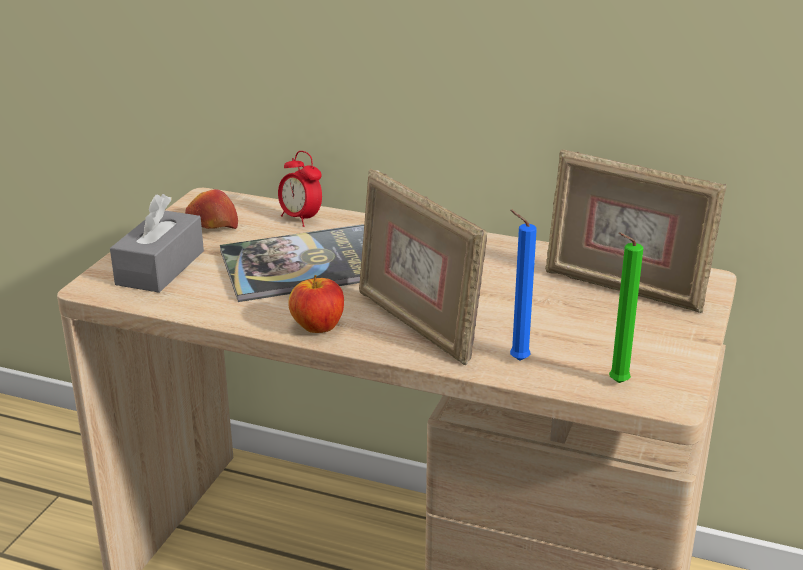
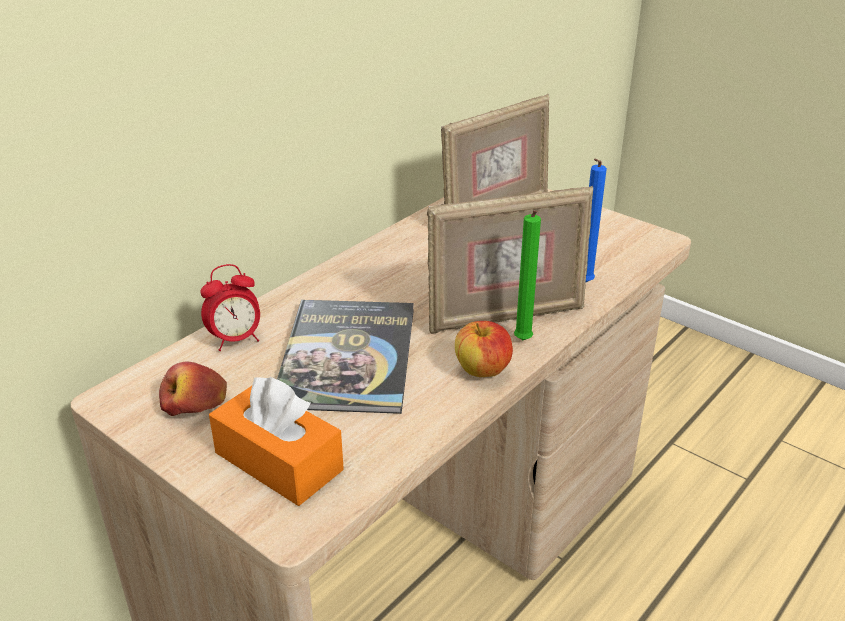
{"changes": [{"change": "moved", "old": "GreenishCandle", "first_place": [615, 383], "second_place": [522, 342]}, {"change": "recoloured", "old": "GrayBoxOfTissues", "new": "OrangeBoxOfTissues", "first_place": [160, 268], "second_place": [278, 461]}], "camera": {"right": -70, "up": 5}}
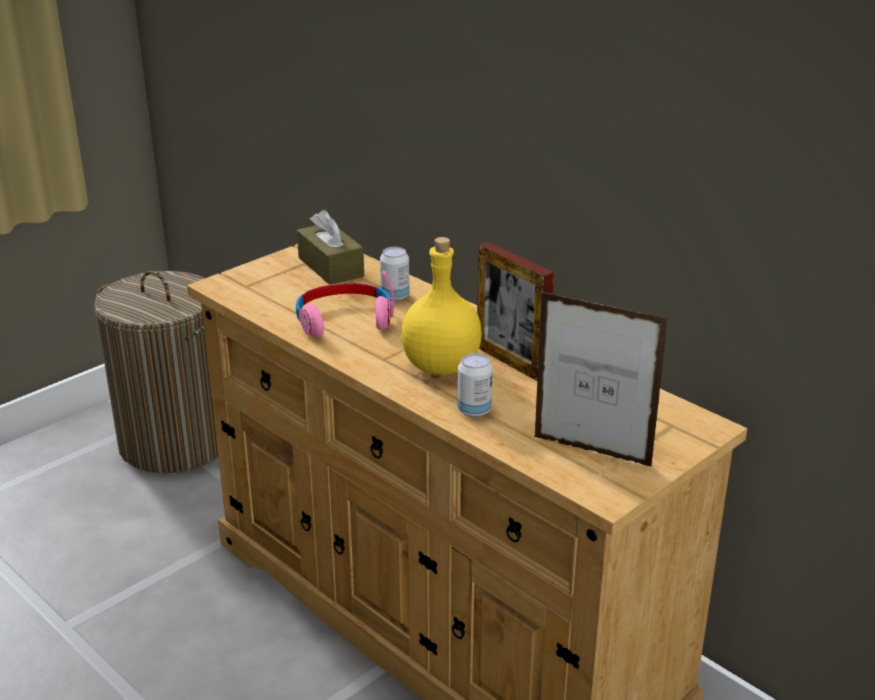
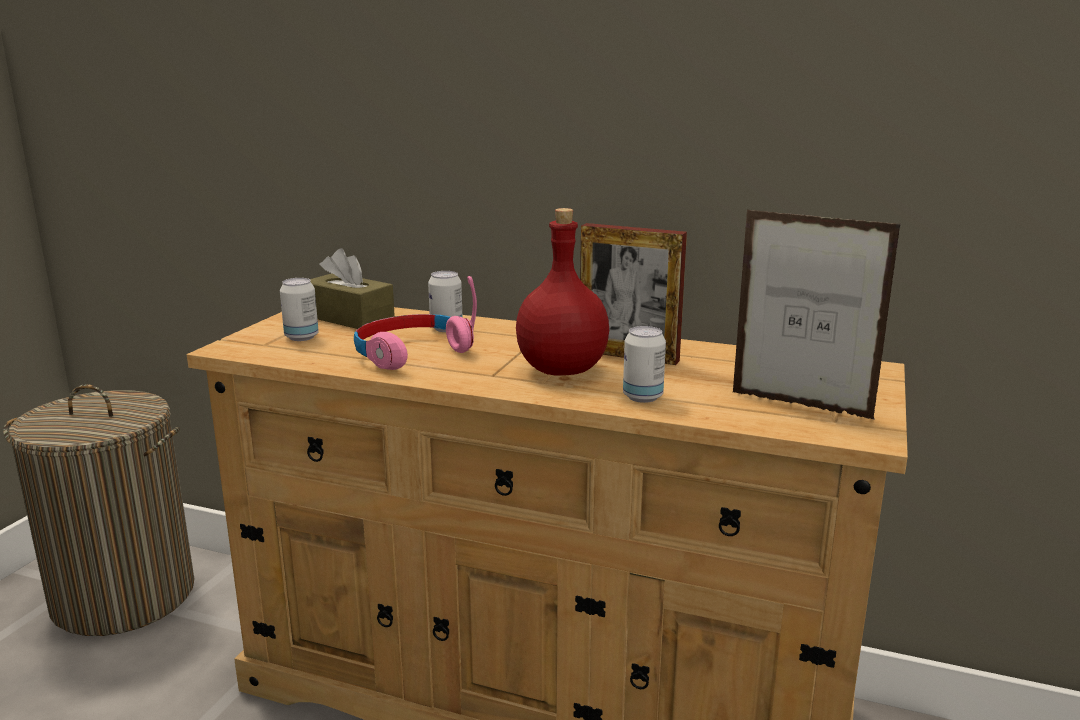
{"changes": [{"change": "added", "new": "SealedCan", "second_place": [301, 337]}, {"change": "recoloured", "old": "YellowBeverageBottle", "new": "RedBeverageBottle", "first_place": [442, 366], "second_place": [563, 370]}, {"change": "turned", "old": "PhotoFrame", "first_place": [591, 451], "second_place": [801, 405], "degrees": -150}], "camera": {"right": -25, "up": -10}}
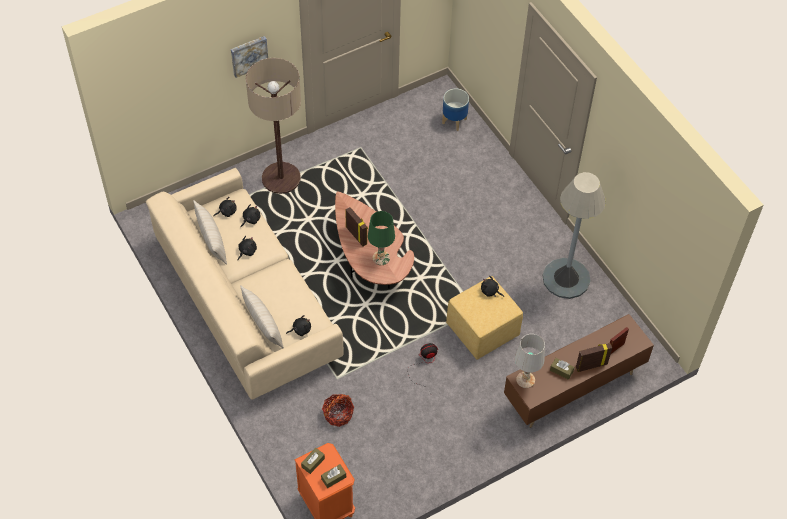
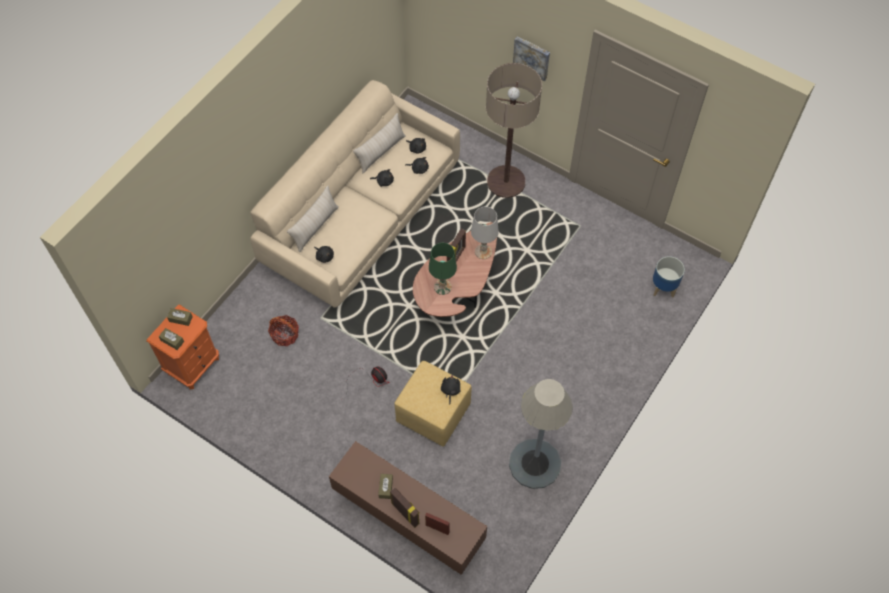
{"changes": [{"change": "moved", "old": "WhitishTabletopLamp", "first_place": [525, 380], "second_place": [483, 251]}], "camera": {"right": 65, "up": 5}}
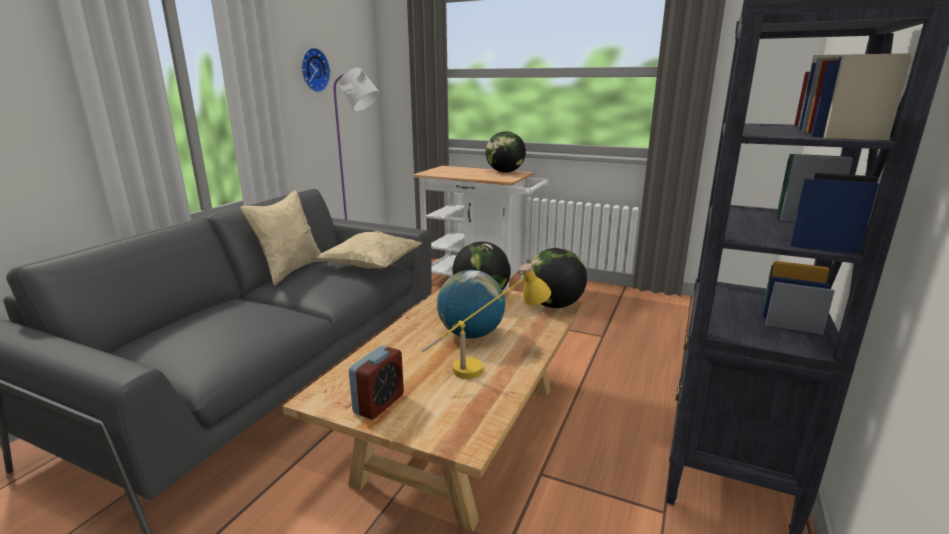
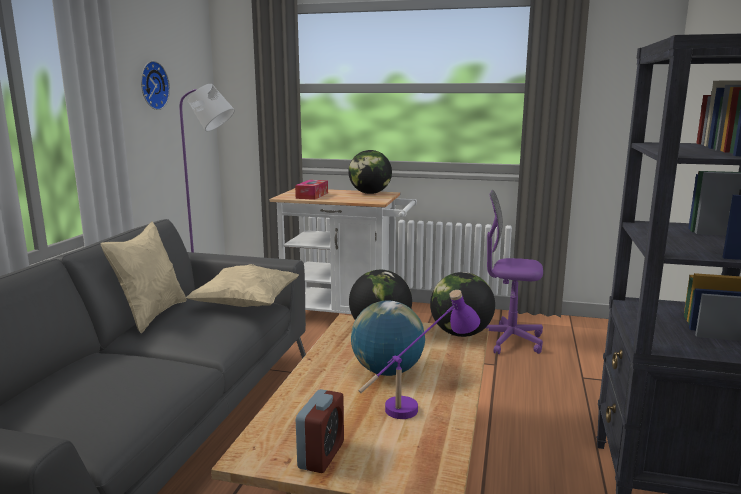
{"changes": [{"change": "added", "new": "BoxOfTissues", "second_place": [312, 195]}, {"change": "added", "new": "PurpleColouredDeskChair", "second_place": [509, 340]}, {"change": "recoloured", "old": "YellowTabletopLamp", "new": "PurpleColouredTabletopLamp", "first_place": [487, 365], "second_place": [419, 402]}], "camera": {"right": -10, "up": -5}}
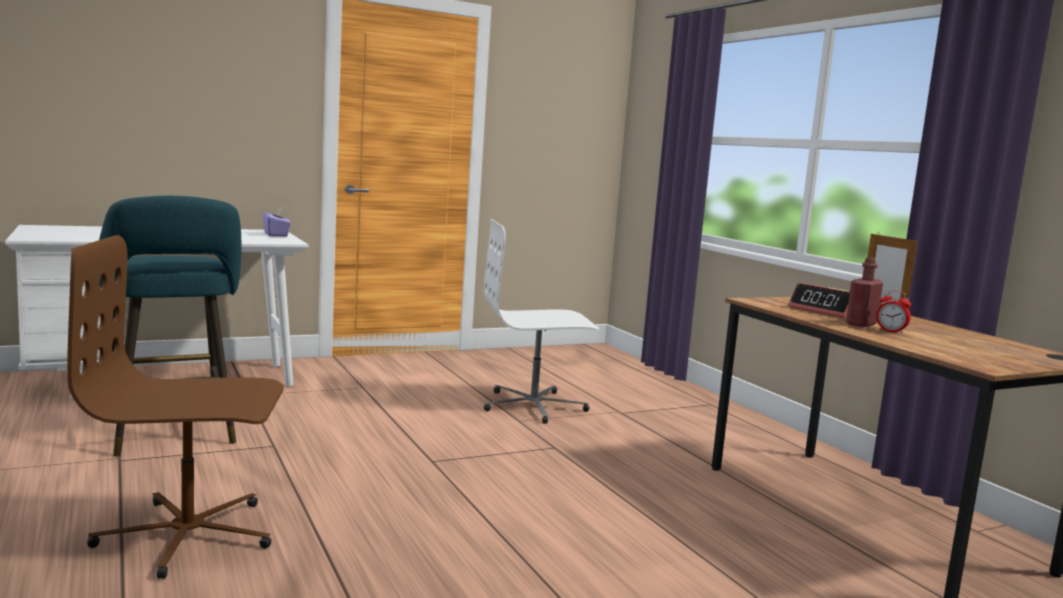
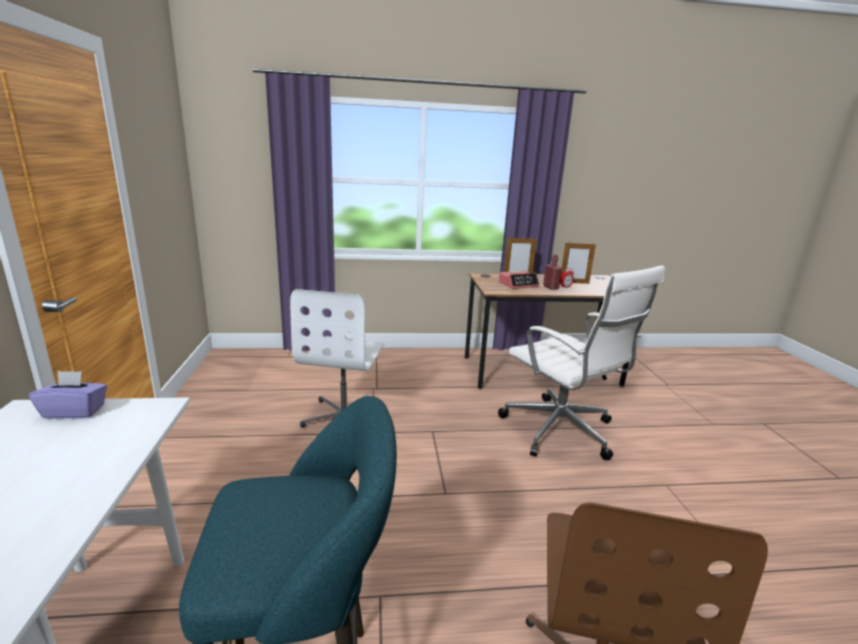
{"changes": [{"change": "added", "new": "WhitishDeskChair", "second_place": [561, 431]}, {"change": "added", "new": "PhotoFrame", "second_place": [574, 283]}], "camera": {"right": -70, "up": 10}}
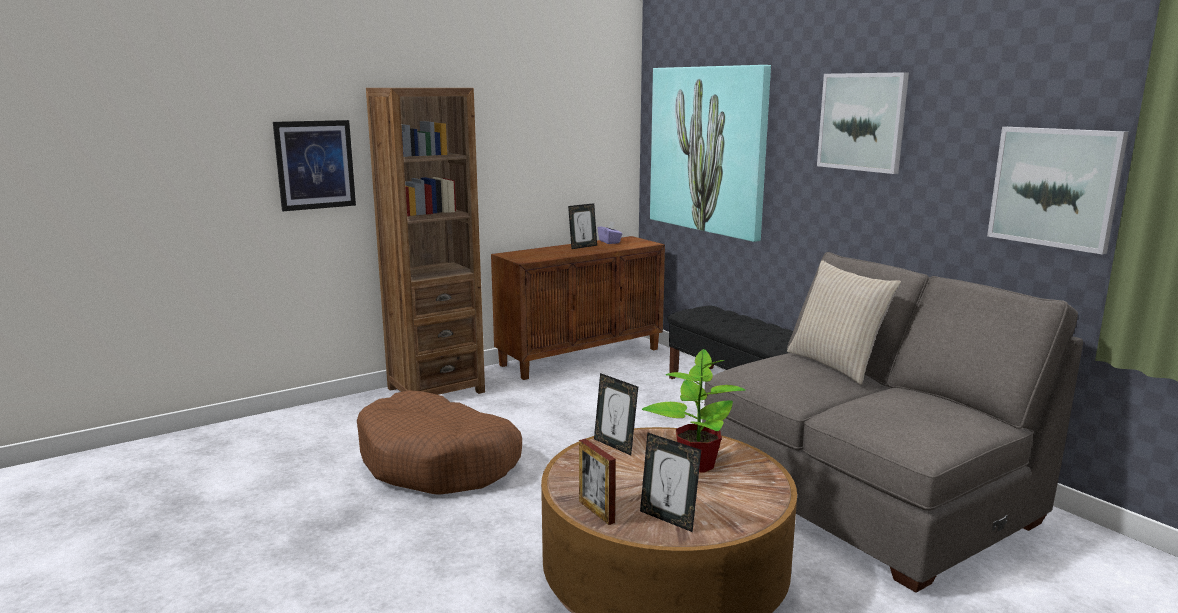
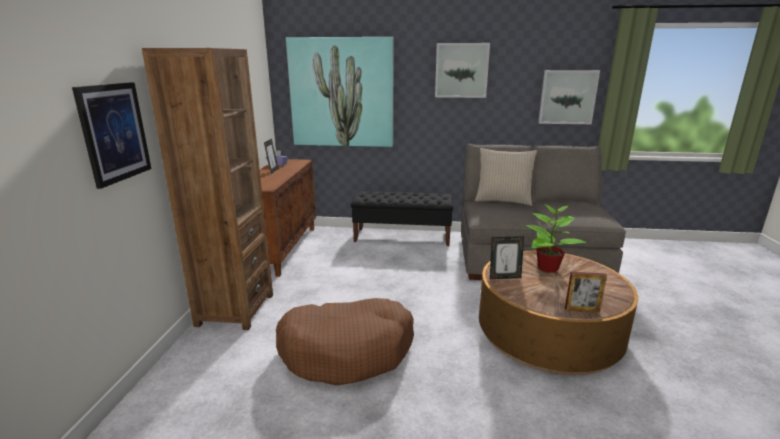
{"changes": [{"change": "removed", "old": "PhotoFrame", "first_place": [668, 519]}], "camera": {"right": -50, "up": 5}}
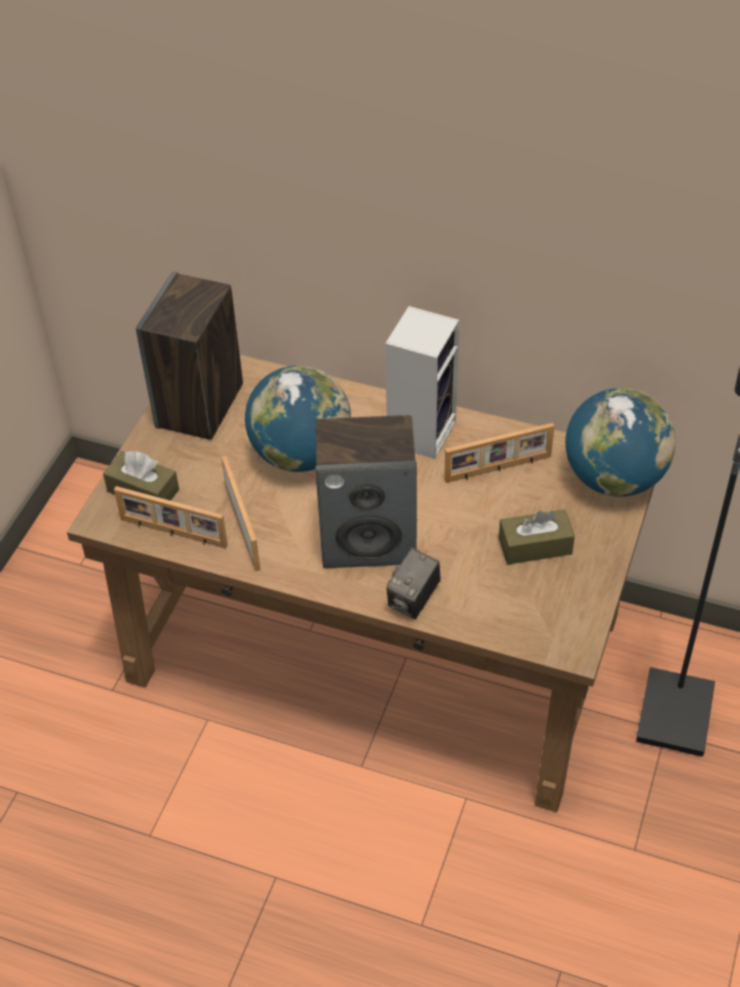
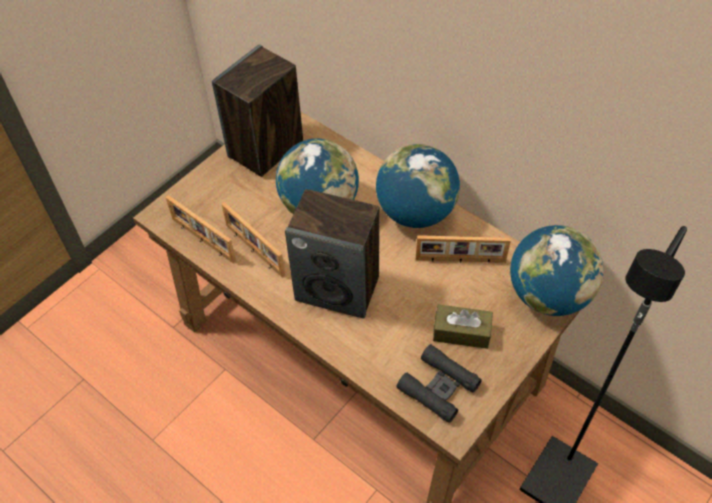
{"changes": [{"change": "removed", "old": "BrownColouredBoxOfTissues", "first_place": [143, 490]}, {"change": "removed", "old": "PhotoCamera", "first_place": [413, 600]}, {"change": "added", "new": "BlackishFieldGlasses", "second_place": [438, 387]}, {"change": "replaced", "old": "Loudspeaker", "new": "WorldGlobe", "first_place": [421, 430], "second_place": [415, 212]}, {"change": "turned", "old": "PhotoFrame", "first_place": [244, 527], "second_place": [254, 250], "degrees": 135}], "camera": {"right": 20, "up": 5}}
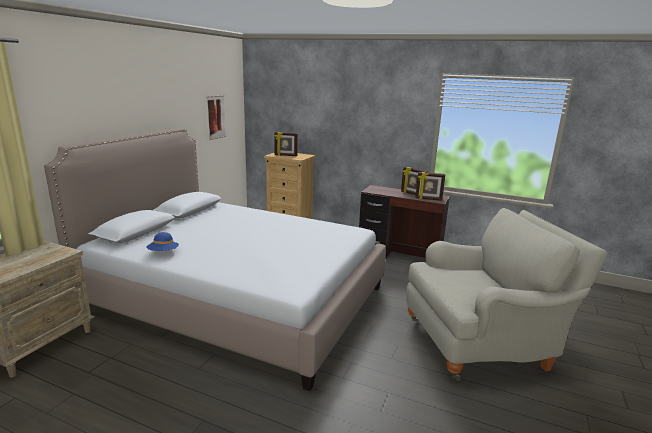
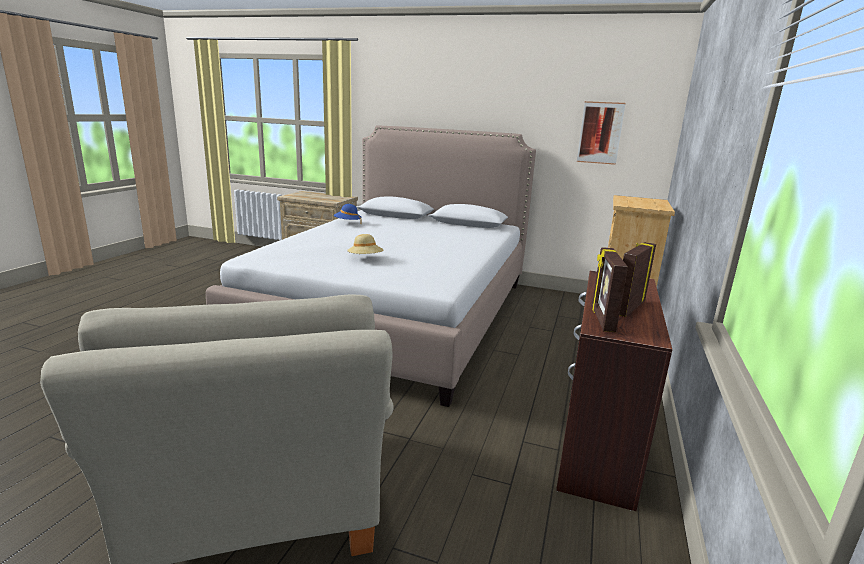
{"changes": [{"change": "removed", "old": "PhotoFrame", "first_place": [285, 155]}, {"change": "added", "new": "SandColouredHat", "second_place": [365, 258]}], "camera": {"right": 85, "up": 0}}
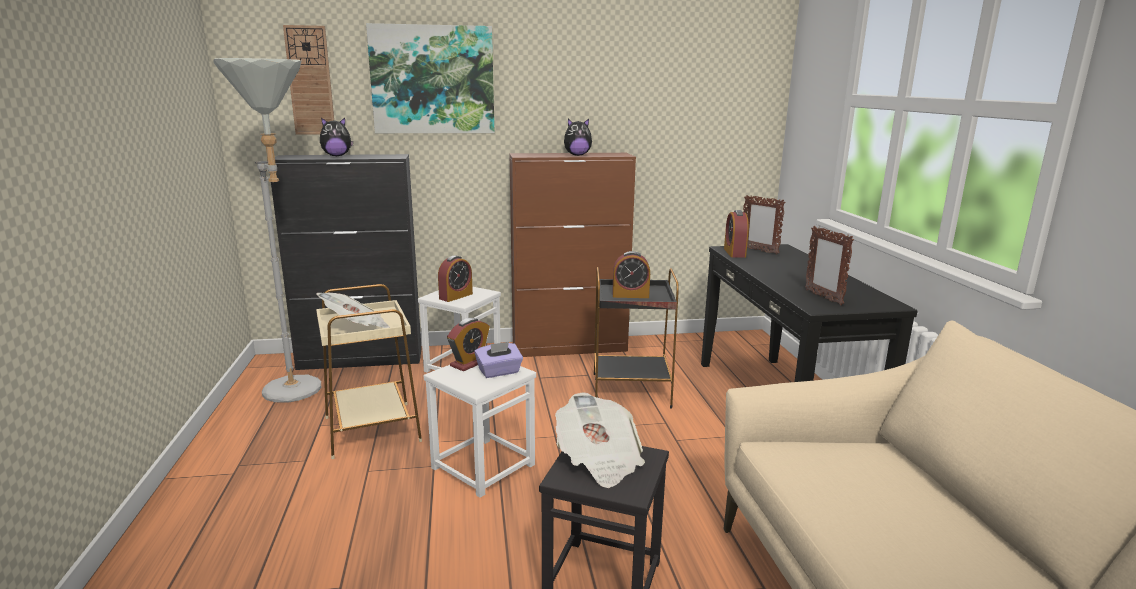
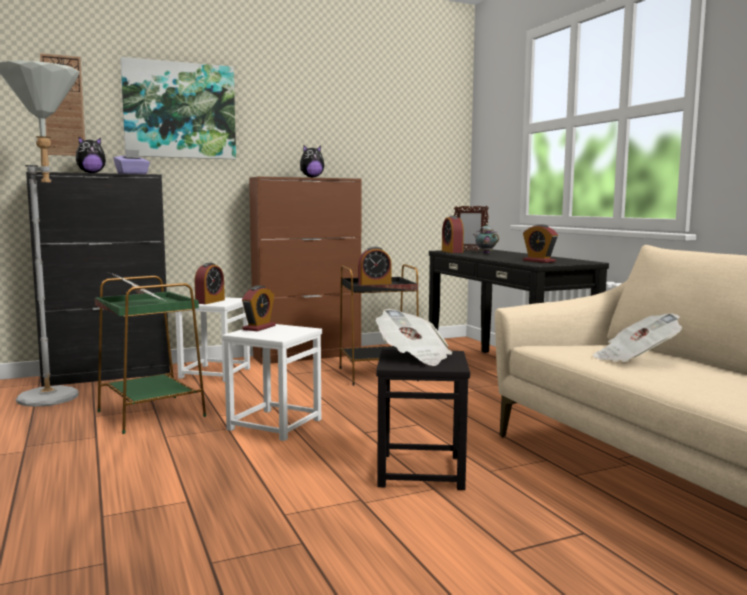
{"changes": [{"change": "added", "new": "PotForTea", "second_place": [485, 253]}, {"change": "added", "new": "DailyPaper", "second_place": [635, 359]}, {"change": "moved", "old": "PurpleColouredBoxOfTissues", "first_place": [499, 372], "second_place": [132, 174]}, {"change": "replaced", "old": "PhotoFrame", "new": "BedsideClock", "first_place": [823, 297], "second_place": [539, 261]}, {"change": "recoloured", "old": "SandColouredAccentTable", "new": "GreenishAccentTable", "first_place": [372, 428], "second_place": [151, 413]}], "camera": {"right": -15, "up": -10}}
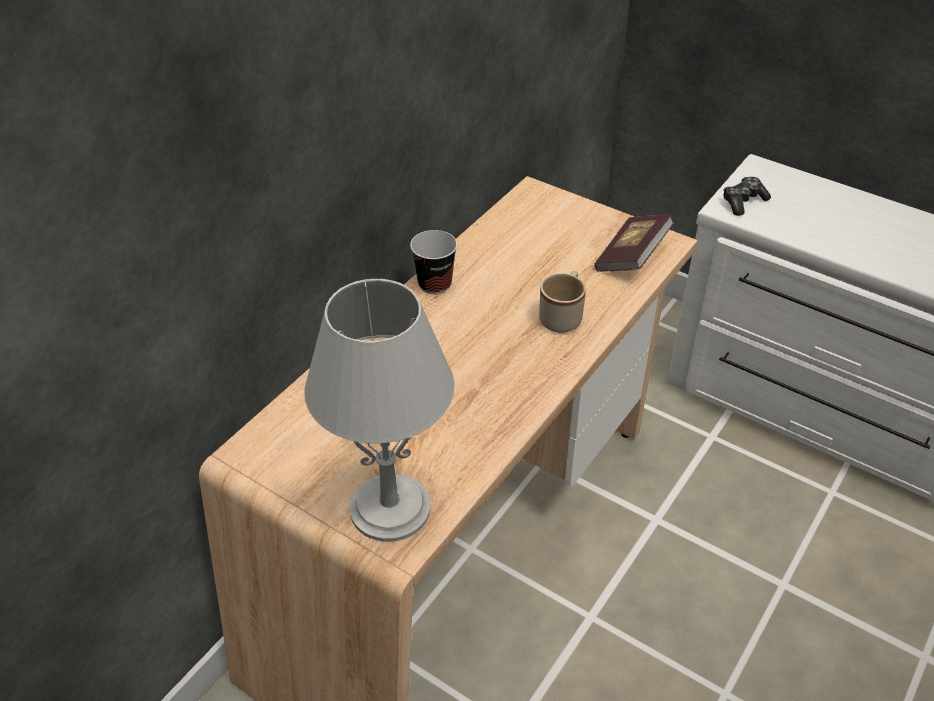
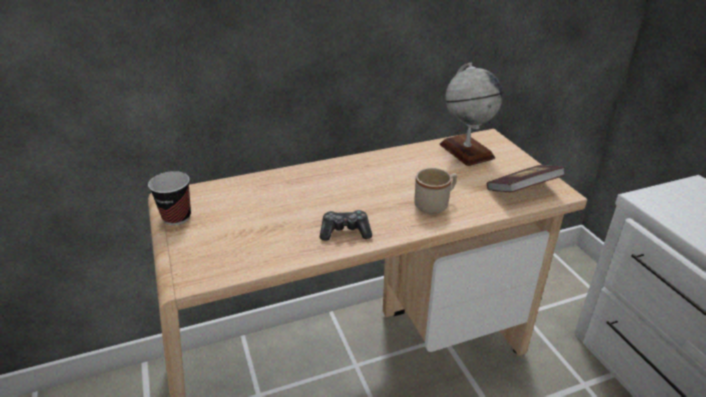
{"changes": [{"change": "removed", "old": "GrayTabletopLamp", "first_place": [390, 507]}, {"change": "added", "new": "WorldGlobe", "second_place": [466, 151]}, {"change": "moved", "old": "DrinkingCup", "first_place": [434, 284], "second_place": [176, 217]}, {"change": "moved", "old": "GameController", "first_place": [743, 202], "second_place": [345, 232]}], "camera": {"right": 35, "up": -10}}
